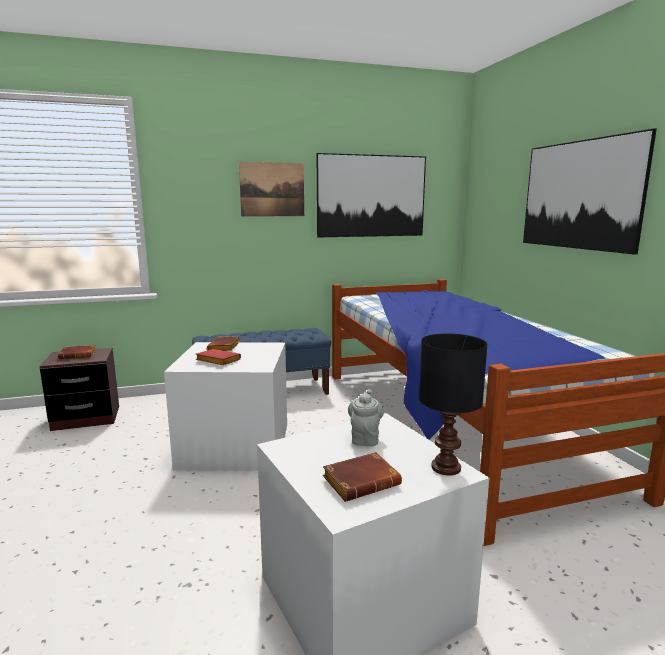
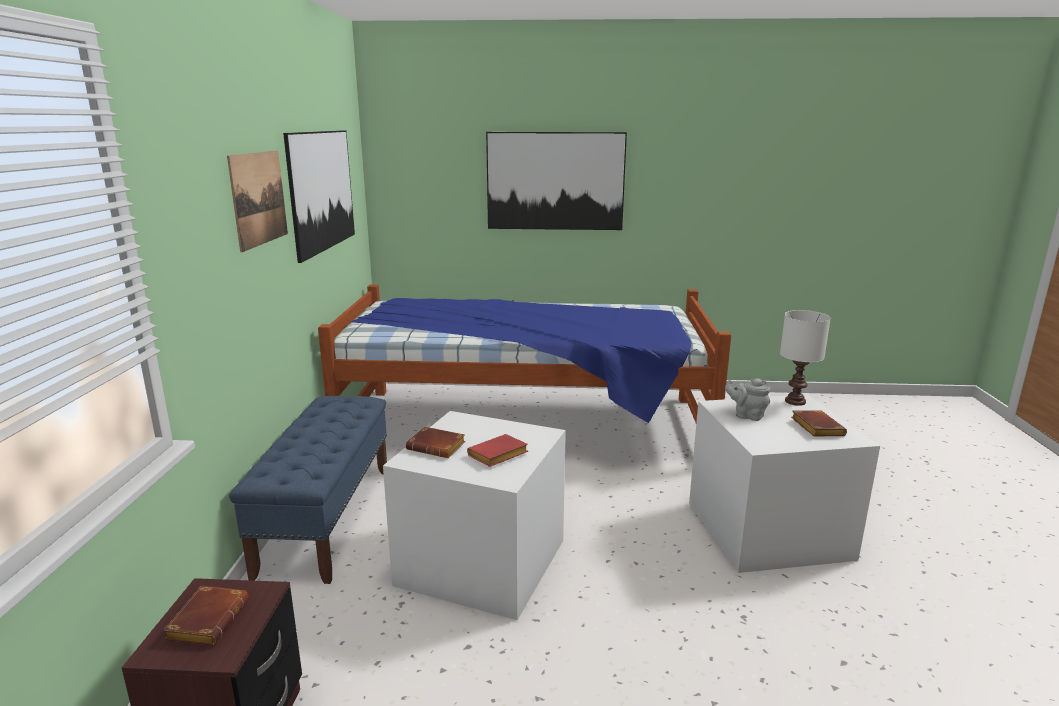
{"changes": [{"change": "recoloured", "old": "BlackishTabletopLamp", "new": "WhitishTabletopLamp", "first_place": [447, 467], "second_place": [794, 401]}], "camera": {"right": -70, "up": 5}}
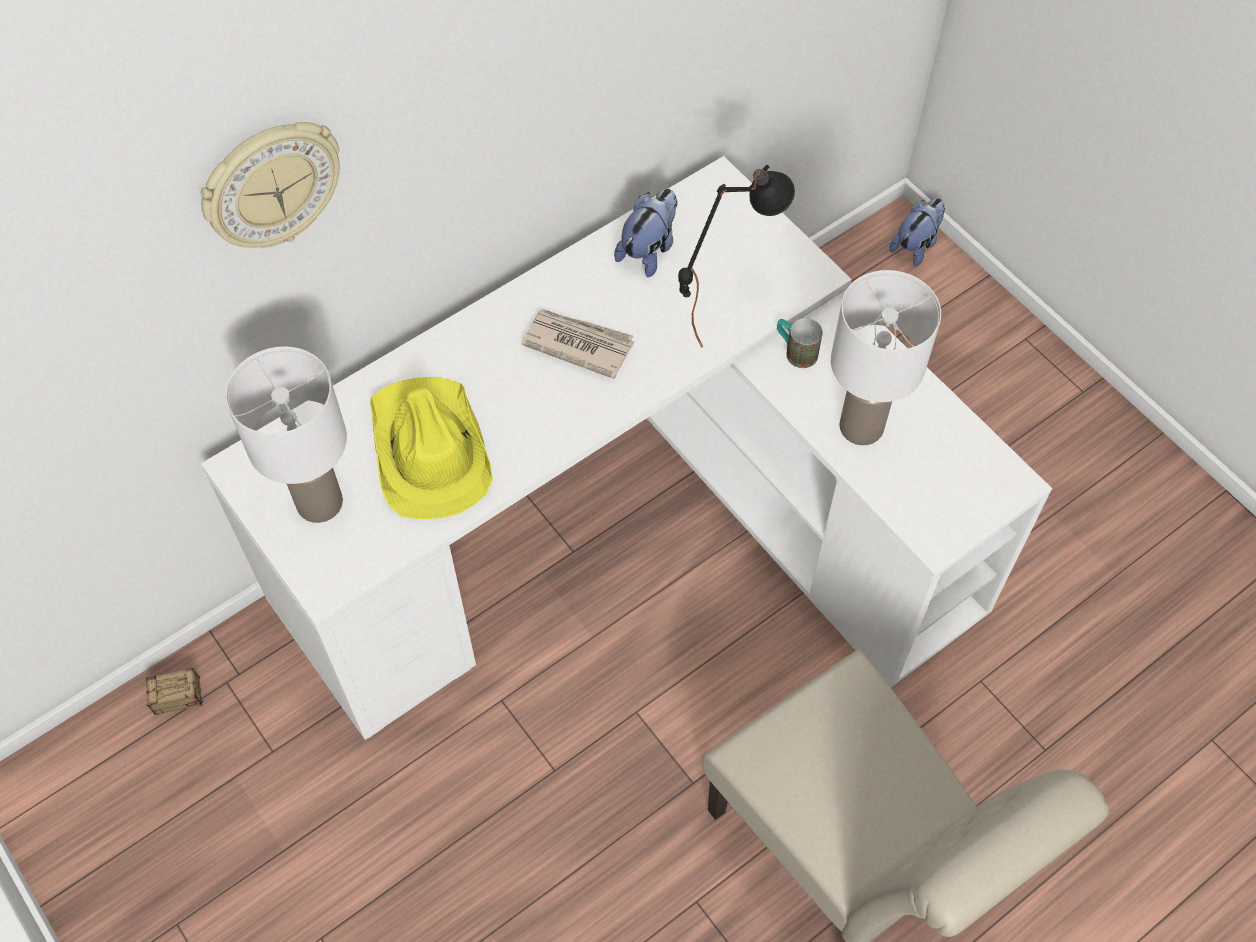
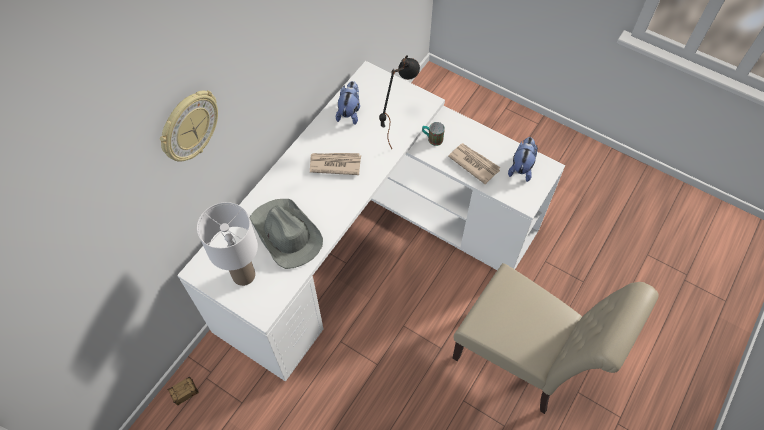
{"changes": [{"change": "moved", "old": "CuddlyToy", "first_place": [916, 245], "second_place": [521, 167]}, {"change": "replaced", "old": "WhitishTabletopLamp", "new": "DailyPaper", "first_place": [860, 426], "second_place": [473, 163]}, {"change": "recoloured", "old": "YellowHat", "new": "GrayHat", "first_place": [429, 451], "second_place": [286, 234]}], "camera": {"right": -20, "up": 0}}
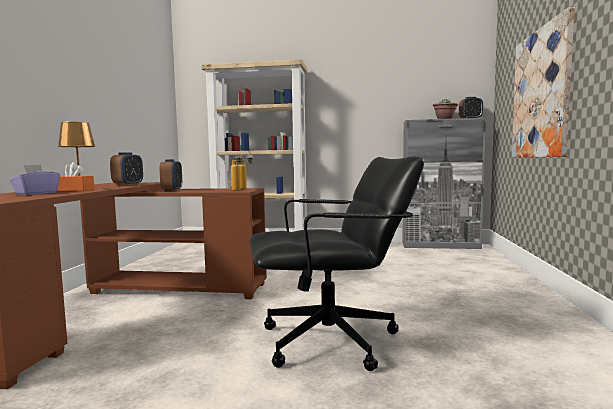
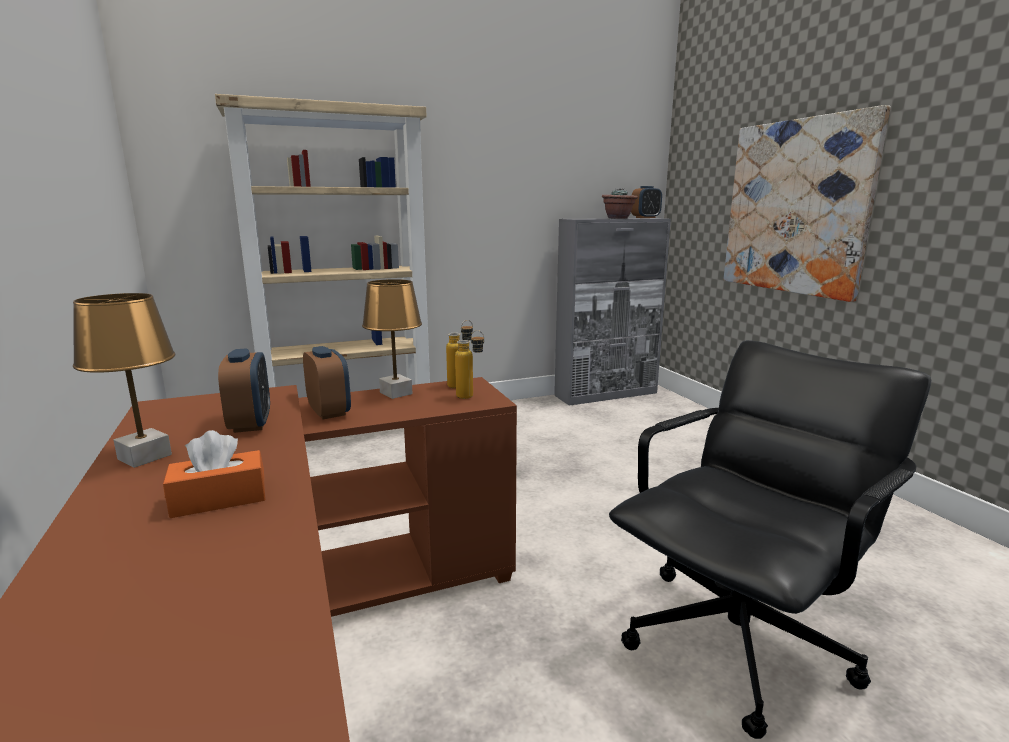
{"changes": [{"change": "removed", "old": "PurpleColouredBoxOfTissues", "first_place": [36, 193]}, {"change": "added", "new": "BrownColouredTabletopLamp", "second_place": [395, 393]}], "camera": {"right": -30, "up": 10}}
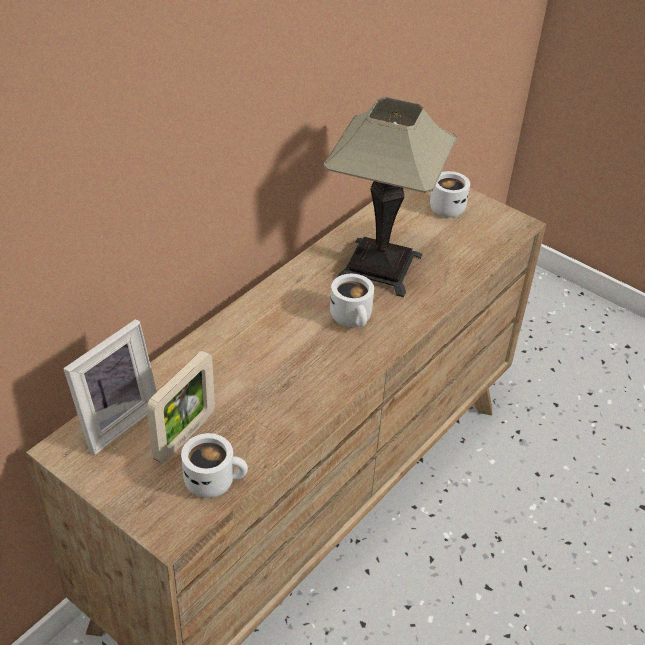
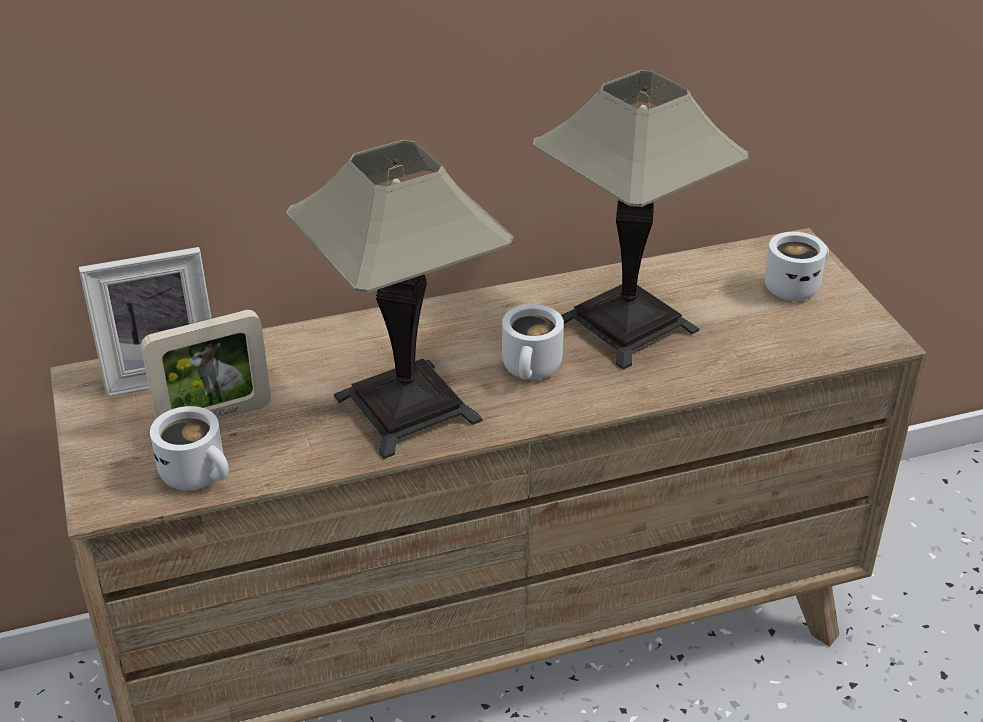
{"changes": [{"change": "added", "new": "TabletopLamp", "second_place": [407, 409]}], "camera": {"right": 35, "up": -5}}
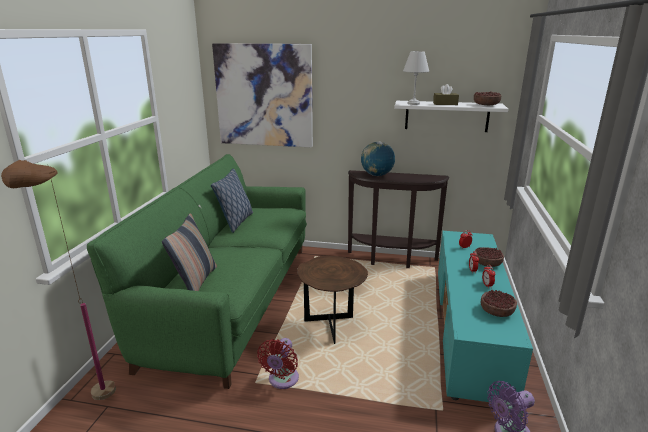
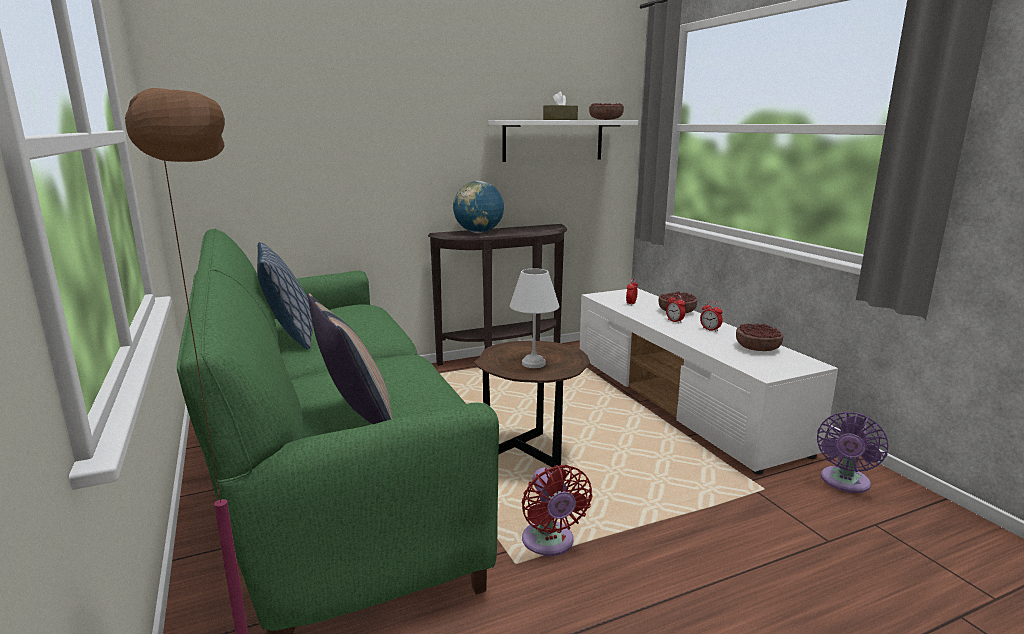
{"changes": [{"change": "removed", "old": "WallArt", "first_place": [264, 96]}, {"change": "moved", "old": "WhitishTabletopLamp", "first_place": [413, 103], "second_place": [532, 363]}, {"change": "recoloured", "old": "TurquoiseColouredTvUnit", "new": "WhitishTvUnit", "first_place": [470, 329], "second_place": [682, 401]}], "camera": {"right": -35, "up": -5}}
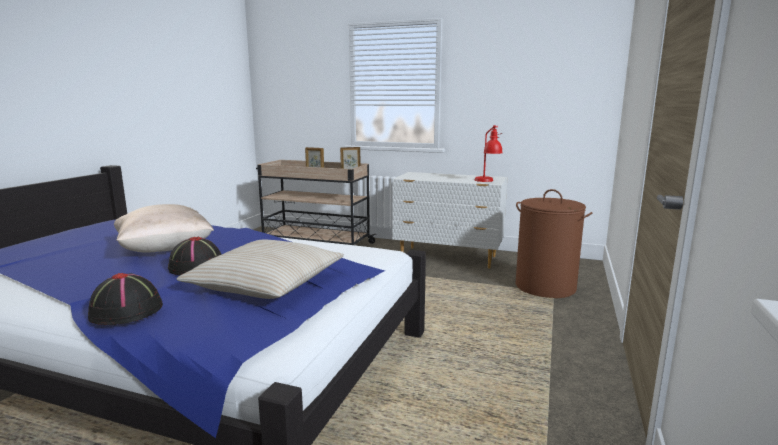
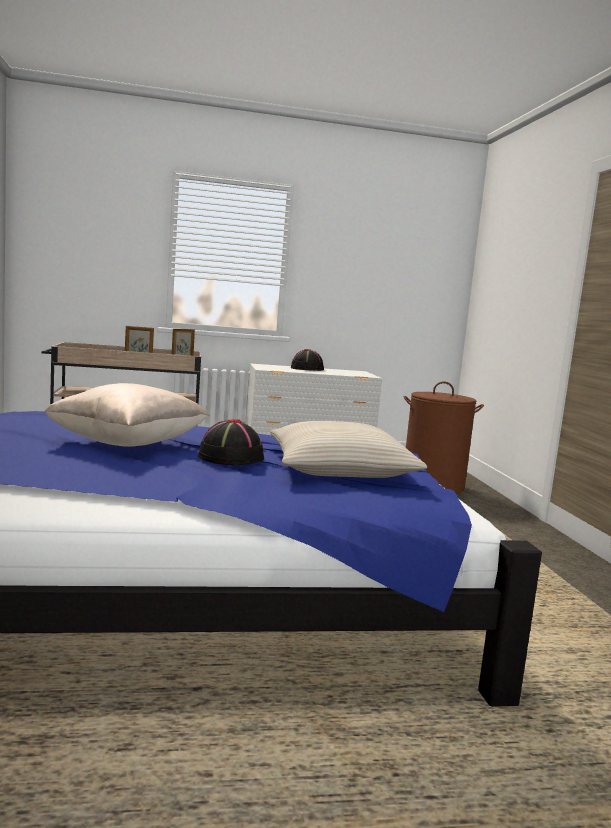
{"changes": [{"change": "removed", "old": "RedTabletopLamp", "first_place": [488, 181]}, {"change": "moved", "old": "BlackishHat", "first_place": [127, 311], "second_place": [307, 369]}], "camera": {"right": -30, "up": -5}}
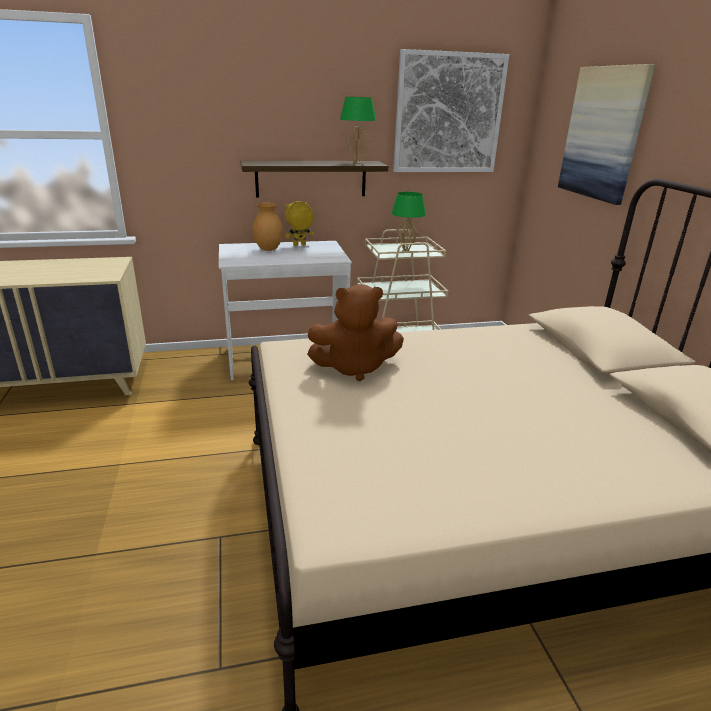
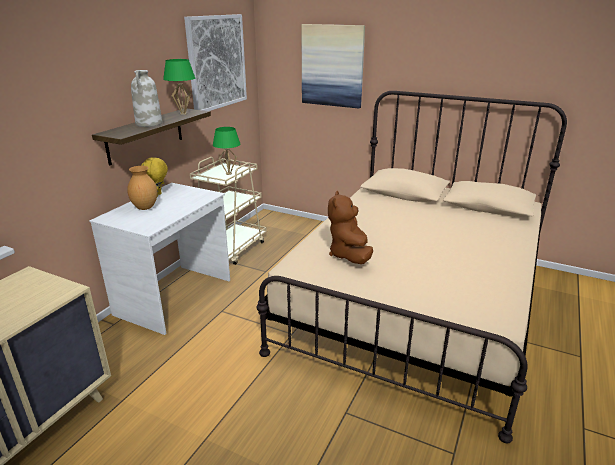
{"changes": [{"change": "added", "new": "WhitishVase", "second_place": [149, 124]}, {"change": "turned", "old": "BrownColouredCuddlyToy", "first_place": [354, 367], "second_place": [349, 255], "degrees": 150}], "camera": {"right": -50, "up": 0}}
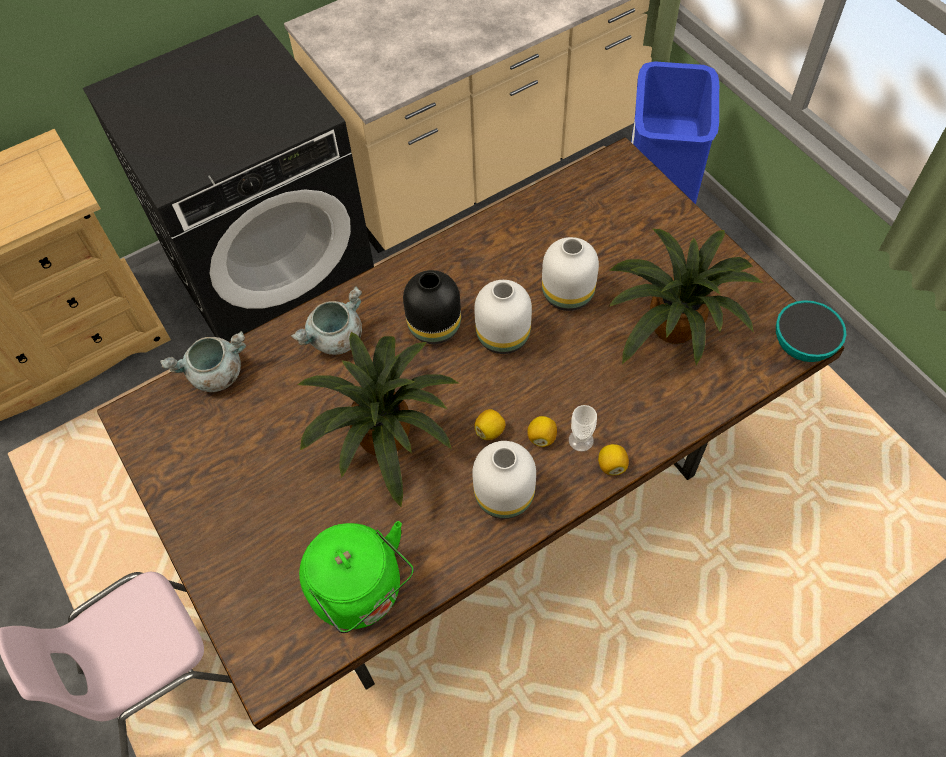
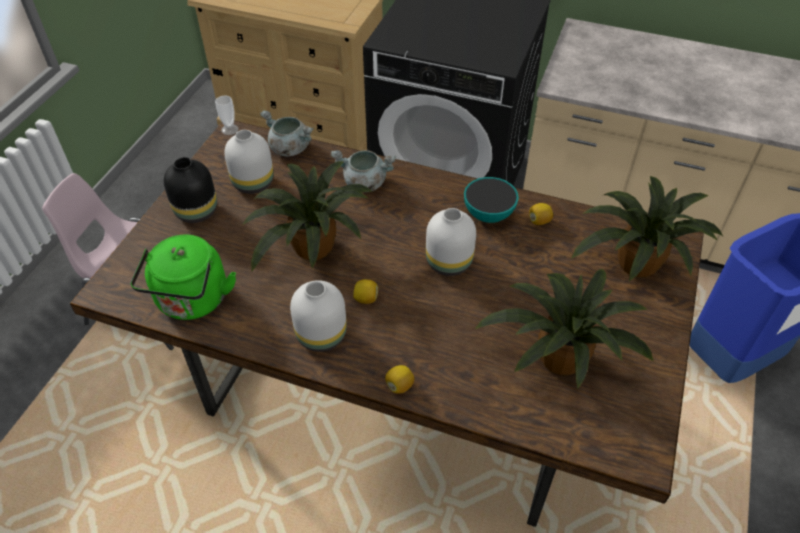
{"changes": [{"change": "added", "new": "PlantInAPot", "second_place": [635, 265]}, {"change": "moved", "old": "BlackishVase", "first_place": [434, 325], "second_place": [197, 211]}, {"change": "moved", "old": "CitrusFruit", "first_place": [541, 437], "second_place": [539, 221]}, {"change": "moved", "old": "WhitishVase", "first_place": [566, 294], "second_place": [253, 182]}, {"change": "moved", "old": "DrinkingCup", "first_place": [581, 440], "second_place": [229, 129]}, {"change": "moved", "old": "Bowl", "first_place": [801, 346], "second_place": [488, 214]}], "camera": {"right": 50, "up": -10}}
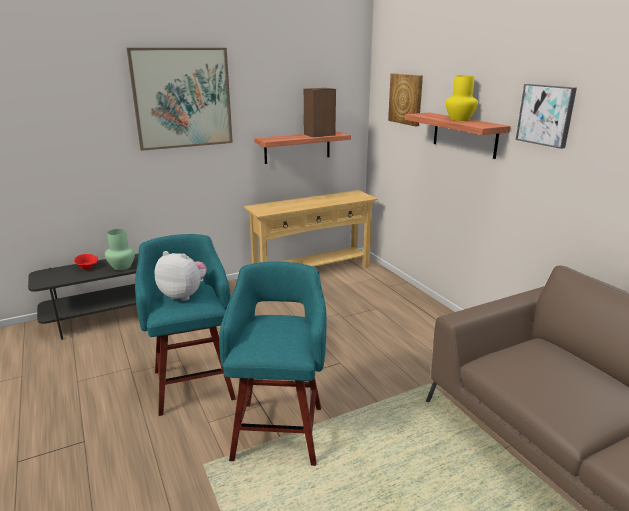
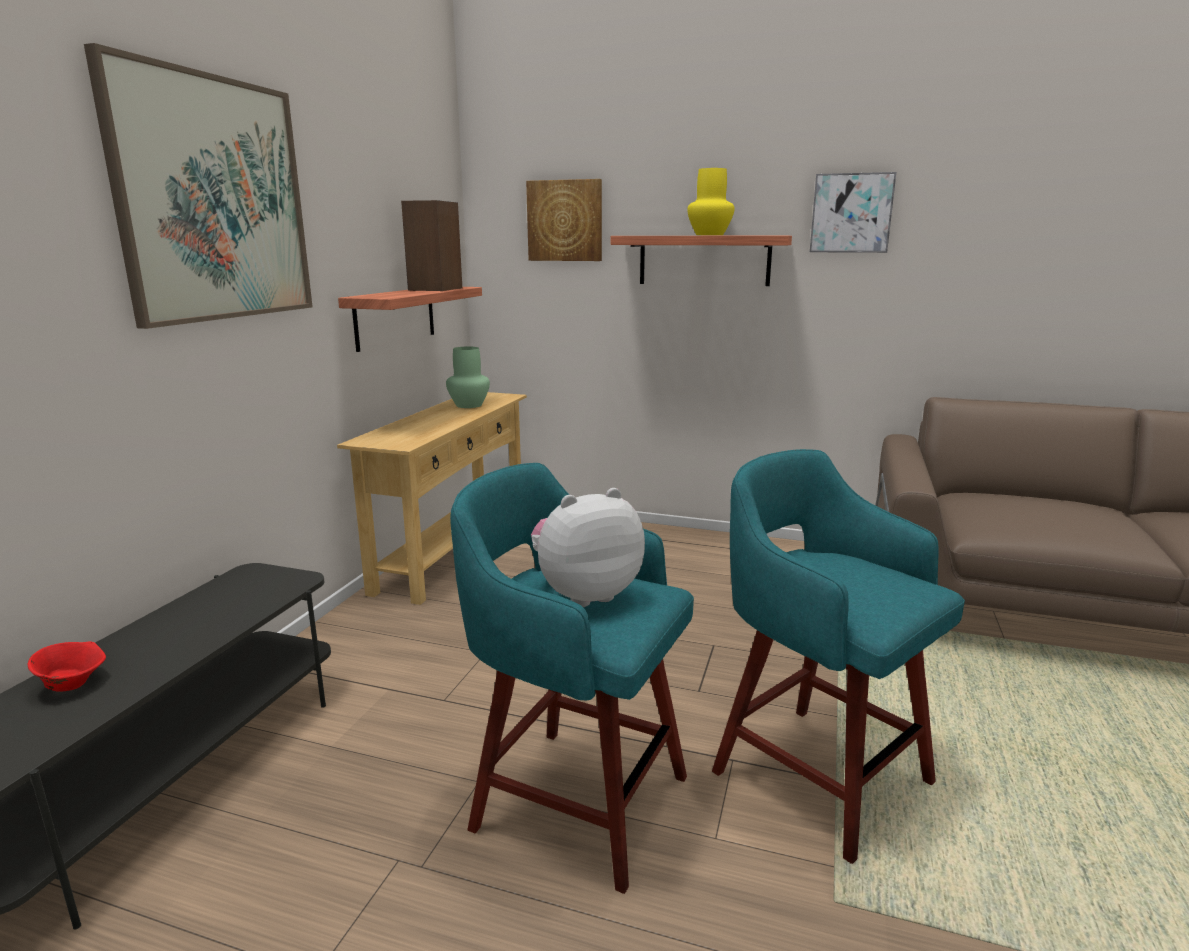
{"changes": [{"change": "moved", "old": "GreenishVase", "first_place": [122, 266], "second_place": [468, 405]}], "camera": {"right": -45, "up": -5}}
